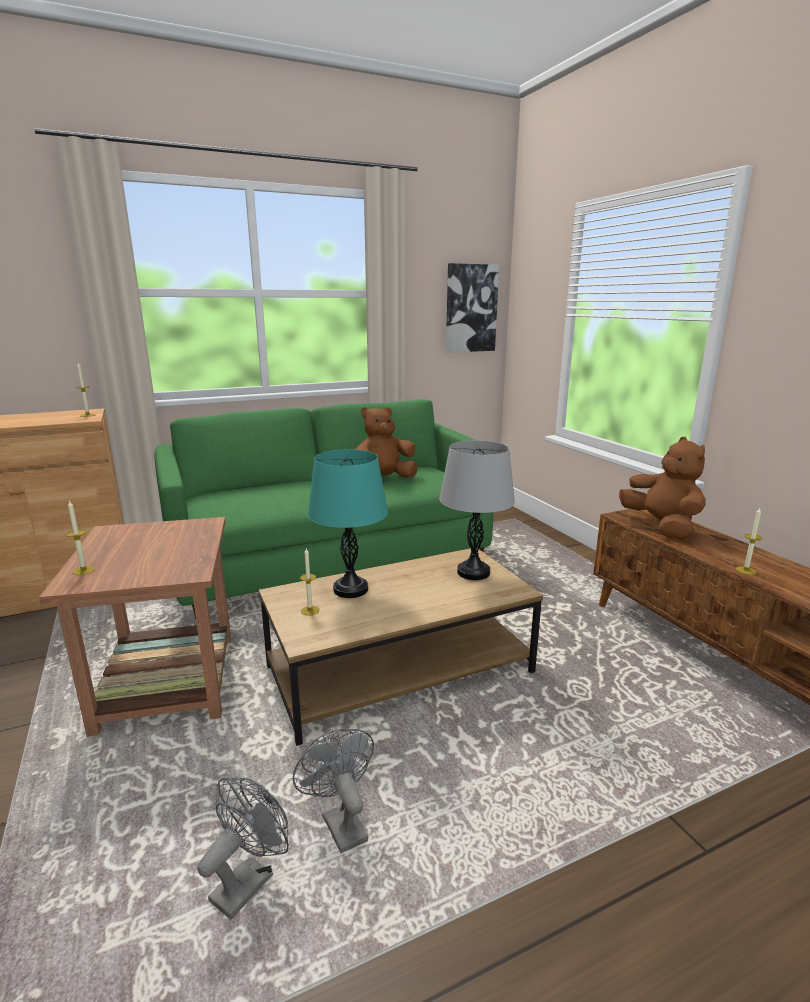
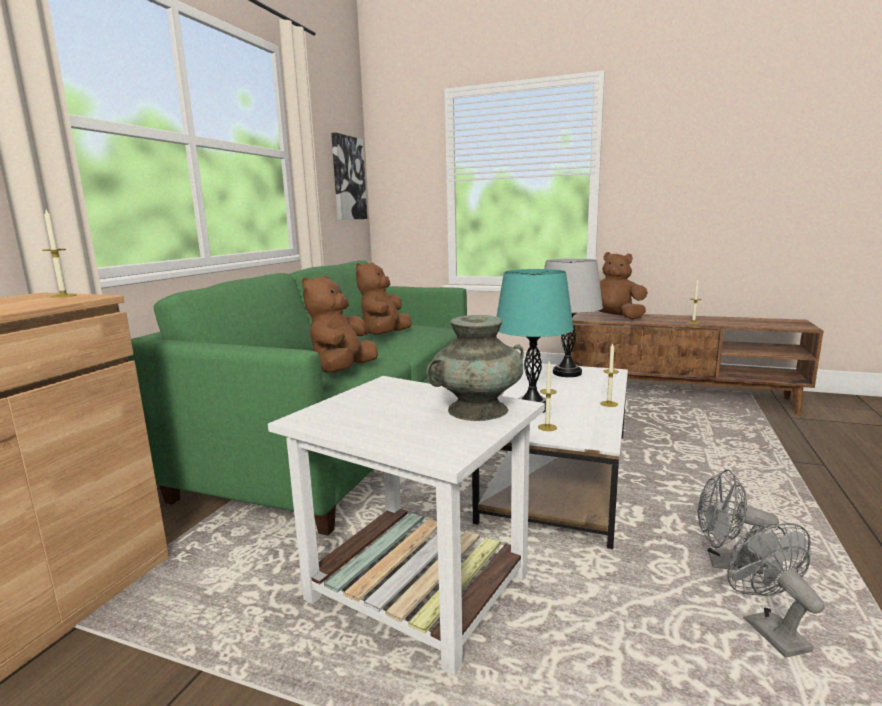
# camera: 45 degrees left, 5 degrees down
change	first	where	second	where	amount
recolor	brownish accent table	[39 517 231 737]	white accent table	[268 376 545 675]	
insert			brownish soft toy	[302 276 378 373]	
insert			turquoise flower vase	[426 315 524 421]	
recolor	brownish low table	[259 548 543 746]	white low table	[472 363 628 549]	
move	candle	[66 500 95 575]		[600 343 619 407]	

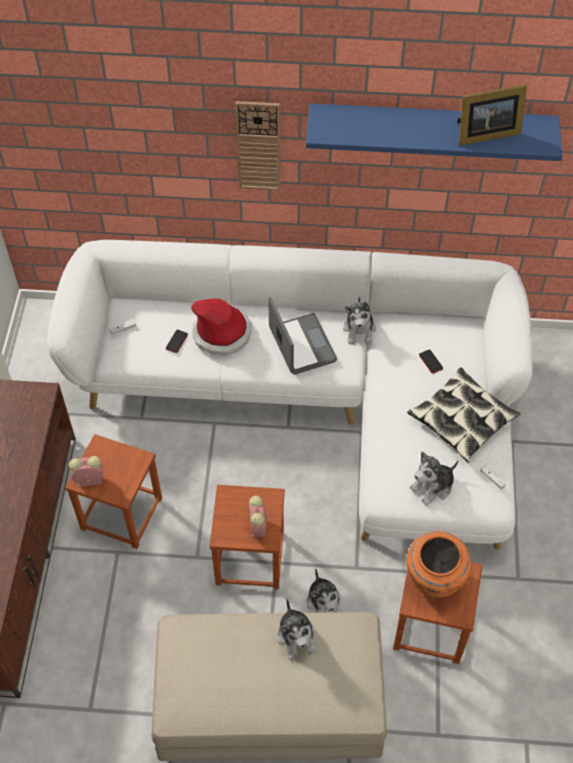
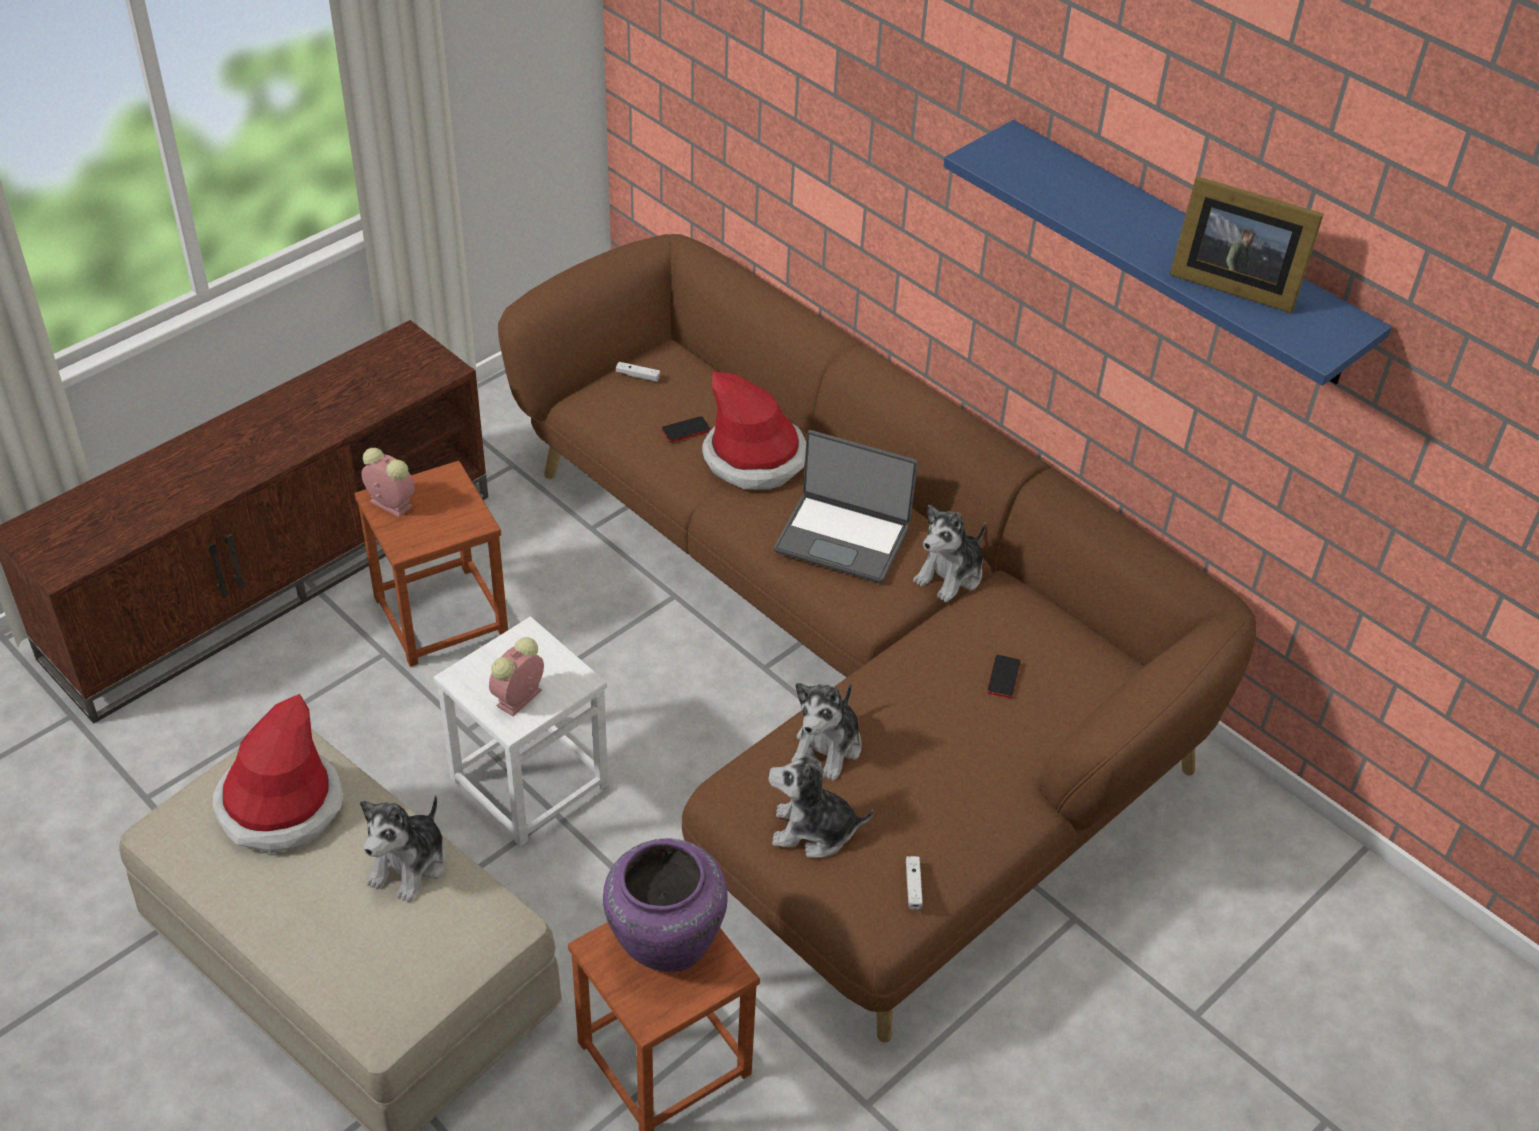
# camera: 40 degrees right, 10 degrees down
change	first	where	second	where	amount
insert			hat	[213 694 344 853]	
recolor	brownish stool seat	[209 485 285 589]	white stool seat	[433 616 608 846]	
recolor	white sofa	[47 240 533 550]	brownish sofa	[498 234 1256 1042]	
recolor	orange flower vase	[406 531 471 598]	purple flower vase	[603 838 728 972]	
rotate	portable computer	[268 297 337 375]		[774 430 918 583]	90 degrees clockwise
move	soft toy	[307 568 342 613]		[791 682 862 781]	
delete	clock on the wall	[235 101 280 190]			
delete	cushion	[407 367 521 463]			

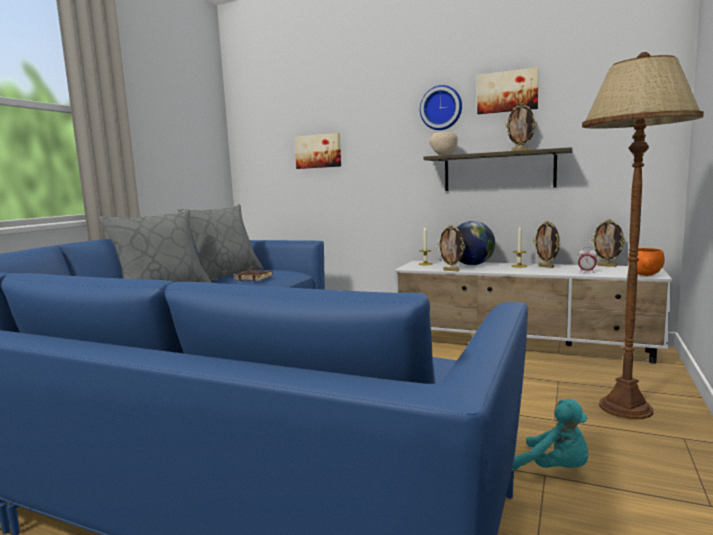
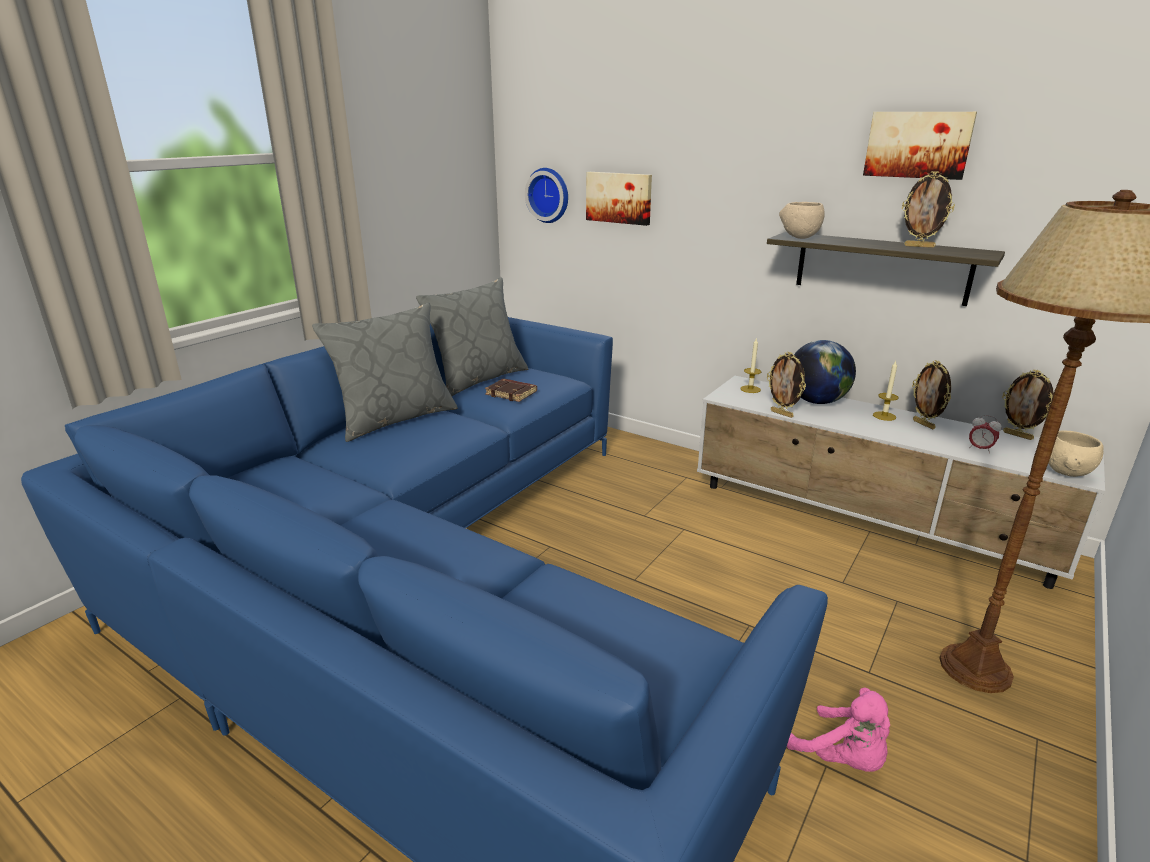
# camera: 10 degrees right, 15 degrees up
change	first	where	second	where	amount
move	clock on the wall	[420 85 462 130]		[525 168 568 223]	
recolor	turquoise soft toy	[512 399 589 470]	pinkish soft toy	[787 687 890 772]	
recolor	orange bowl	[628 248 665 276]	beige bowl	[1048 431 1104 477]	

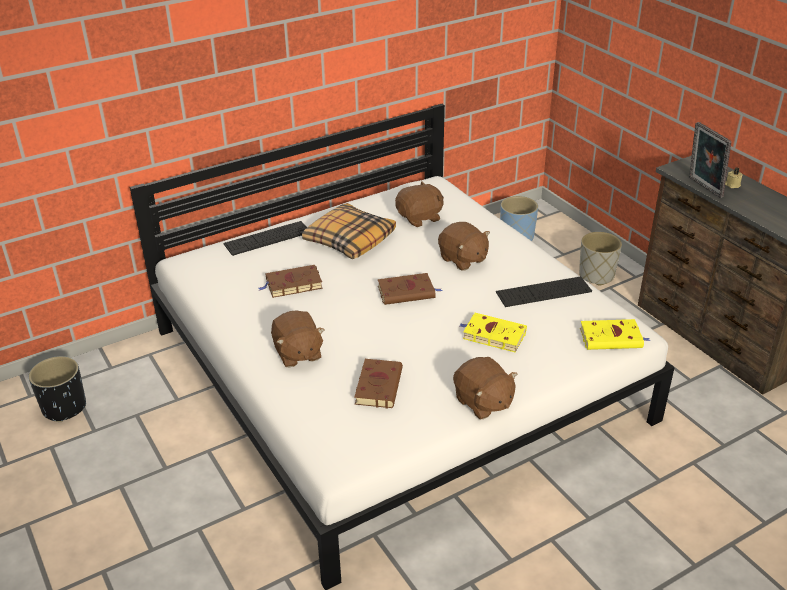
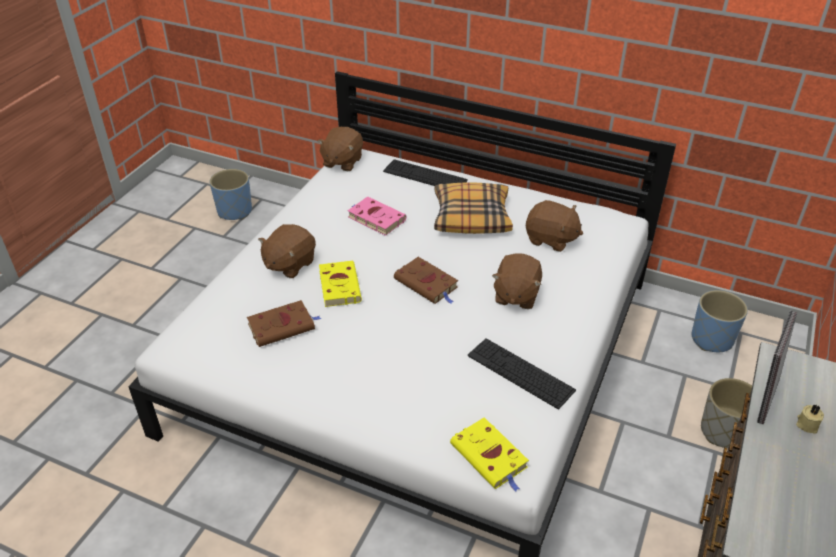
# camera: 55 degrees right, 5 degrees up
change	first	where	second	where	amount
recolor	black-coloured flower pot	[29 356 86 422]	bluish flower pot	[210 169 252 220]	
move	brownish soft toy	[453 357 517 419]		[317 127 363 171]	
move	yellow-coloured volume	[460 313 527 353]		[319 261 362 307]	
recolor	brownish volume	[259 265 323 298]	pinkish volume	[347 197 406 236]	

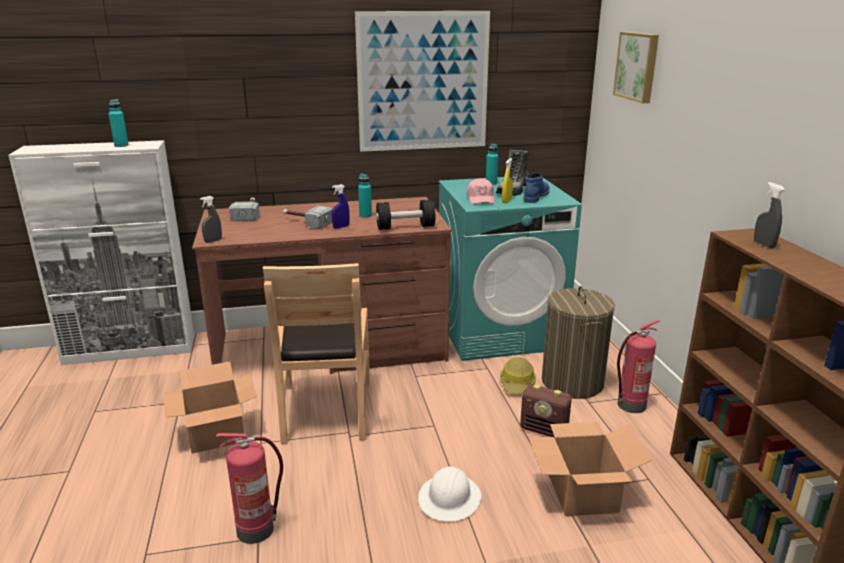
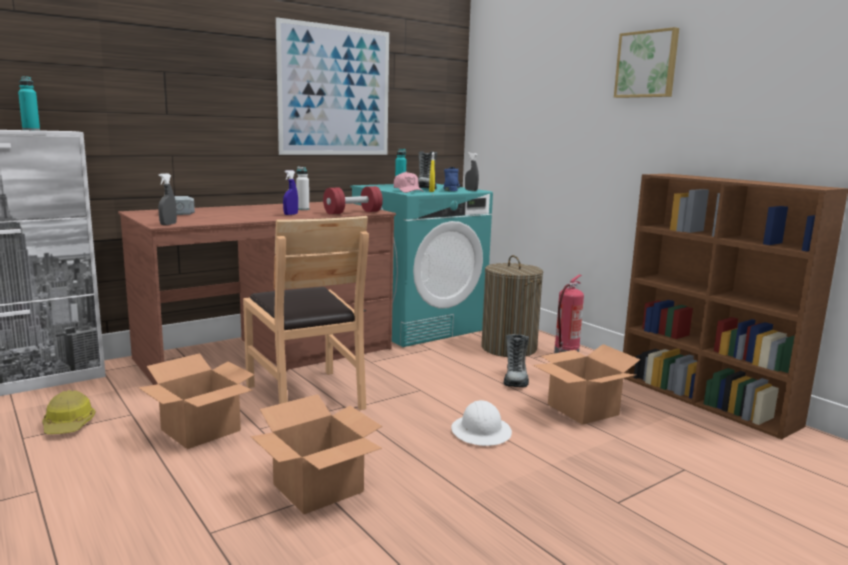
# camera: 25 degrees left, 10 degrees down
change	first	where	second	where	amount
move	safety helmet	[500 357 536 394]		[42 390 96 434]	
replace	extinguisher	[216 433 283 544]	carton	[251 394 382 514]	
recolor	turquoise beverage bottle	[358 174 372 218]	white beverage bottle	[296 167 309 210]	
recolor	black-coloured dumbbell	[376 200 435 230]	reddish dumbbell	[323 186 383 214]	
move	greyish spray bottle	[754 182 785 248]		[465 152 479 191]	
replace	radio	[520 384 572 437]	boot	[504 334 529 387]	
move	wall art	[613 32 659 103]		[614 27 679 98]	
delete	hammer	[283 206 332 229]			

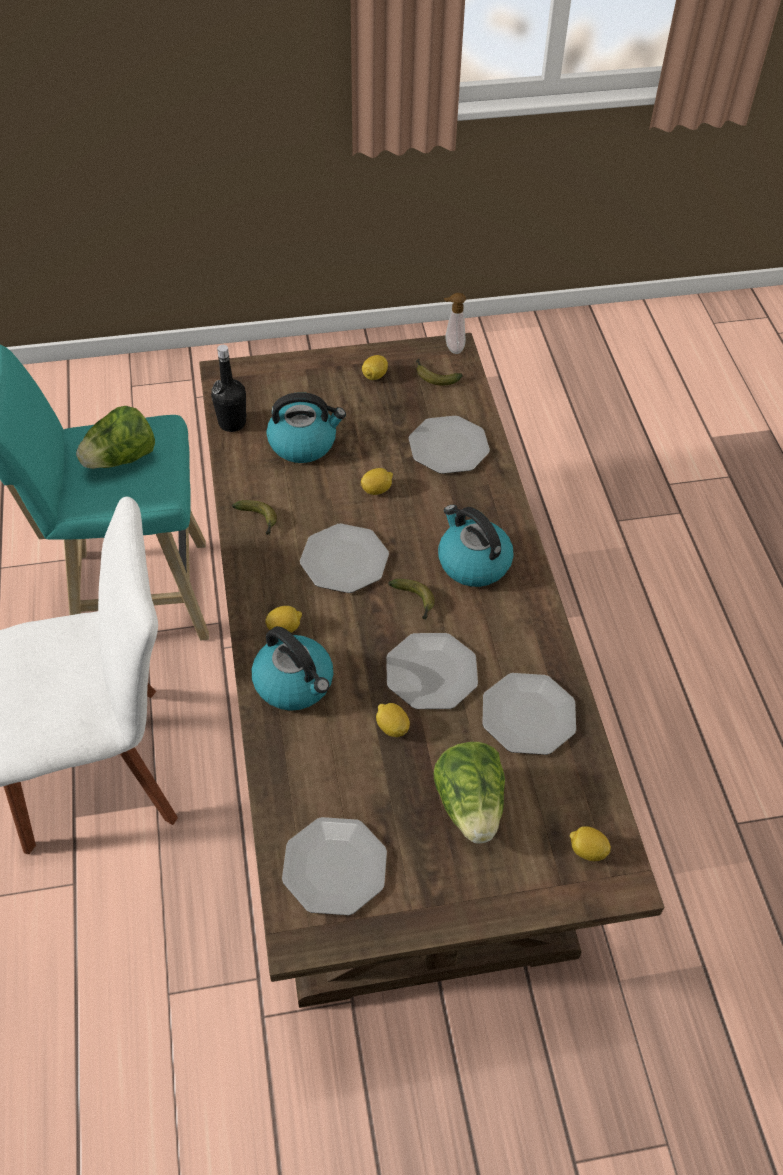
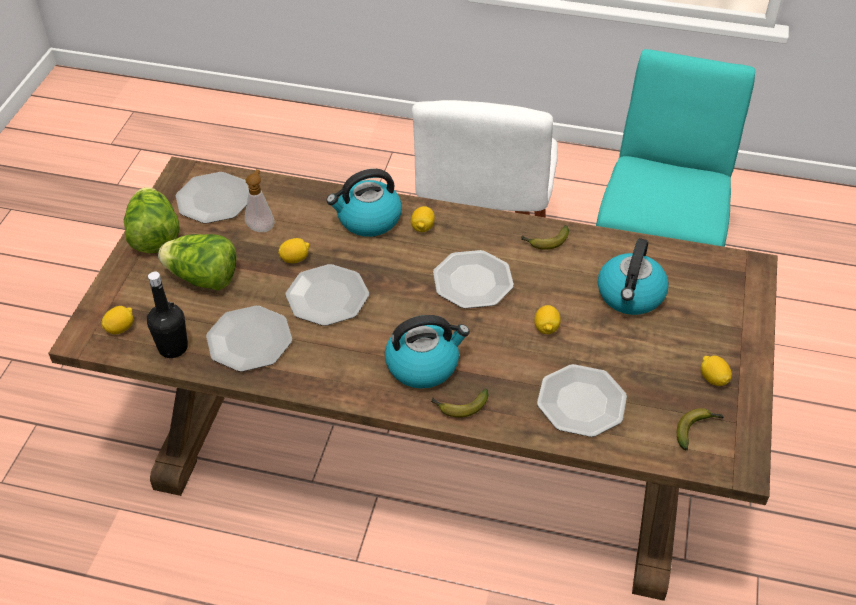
# camera: 115 degrees right, 5 degrees down
change	first	where	second	where	amount
move	head of lettuce	[76 406 155 469]		[124 187 180 253]	
move	black-coloured beverage bottle	[211 345 246 432]		[147 272 188 358]	
move	soap bottle	[444 293 466 354]		[245 169 274 232]	
move	banana	[388 579 435 620]		[430 389 488 417]	

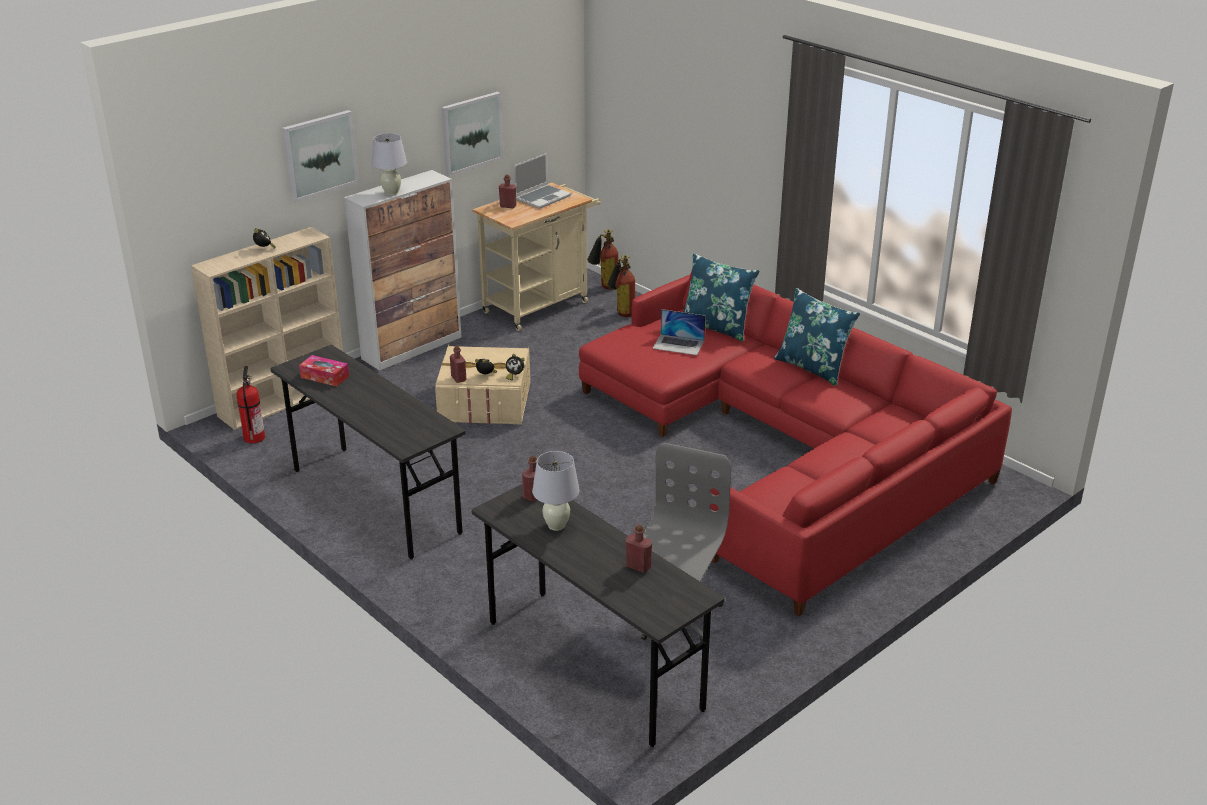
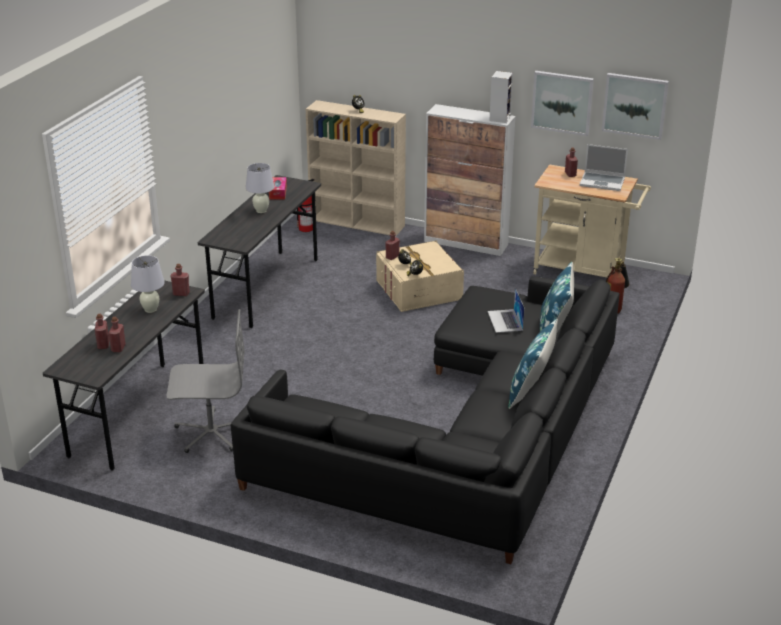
# camera: 65 degrees right, 0 degrees up
change	first	where	second	where	amount
insert			reddish beverage bottle	[95 314 109 349]	
recolor	reddish sofa	[579 271 1012 616]	black-coloured sofa	[231 276 619 564]	
move	white lamp for a table	[372 133 407 195]		[246 163 274 213]	
insert			audio speaker	[489 71 513 123]	
move	wall art	[283 110 359 202]		[602 73 669 140]	
delete	extinguisher	[587 229 618 290]			

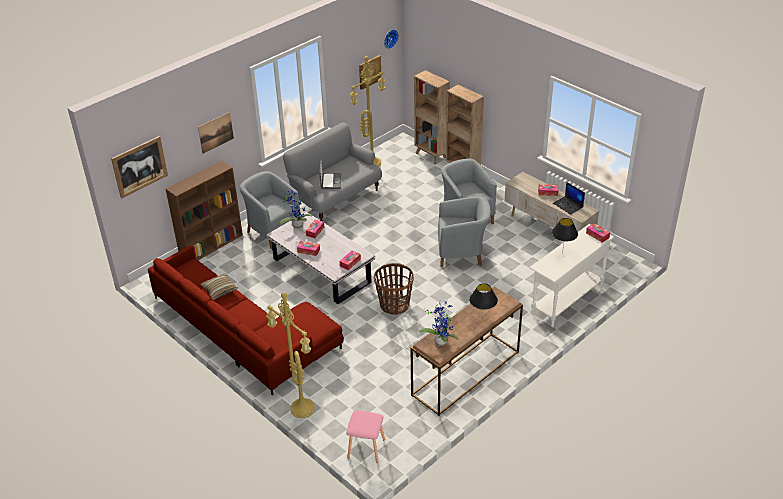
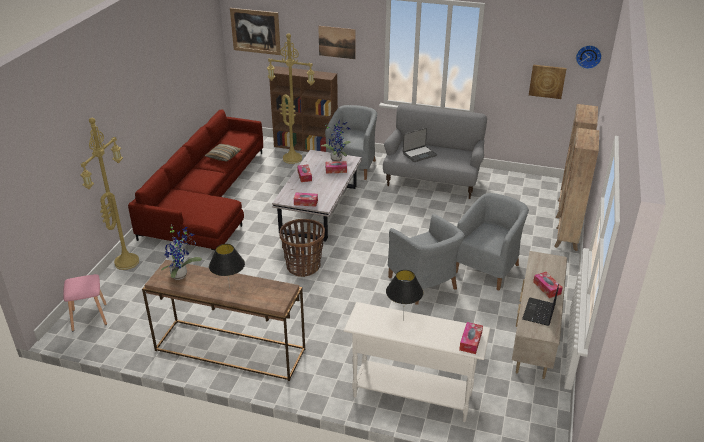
# camera: 60 degrees right, 5 degrees down
change	first	where	second	where	amount
move	yellow-coloured standard lamp	[350 56 385 167]		[267 33 315 164]	

